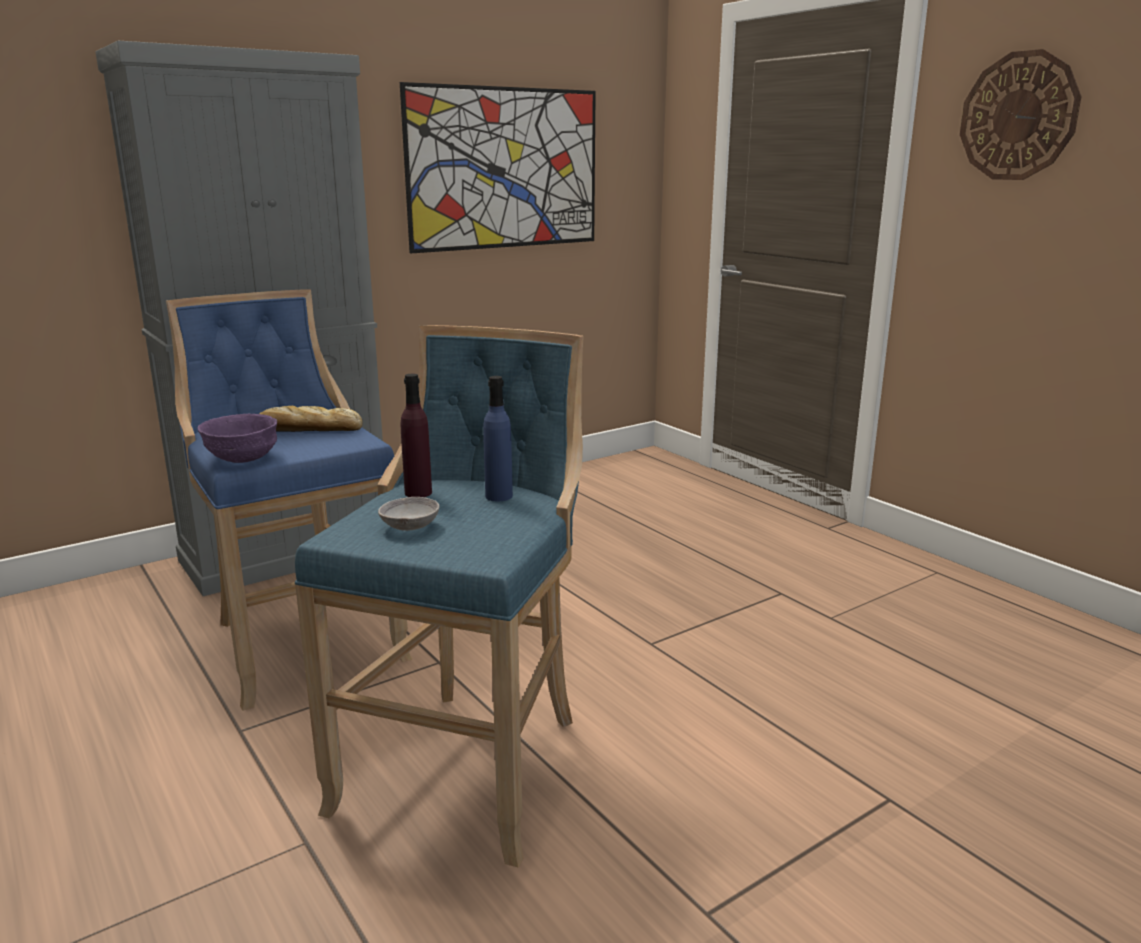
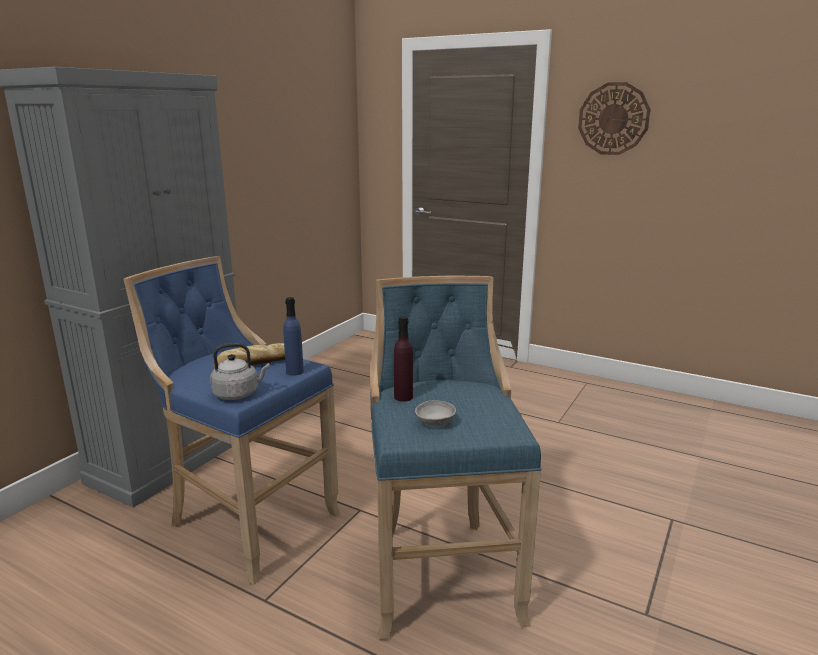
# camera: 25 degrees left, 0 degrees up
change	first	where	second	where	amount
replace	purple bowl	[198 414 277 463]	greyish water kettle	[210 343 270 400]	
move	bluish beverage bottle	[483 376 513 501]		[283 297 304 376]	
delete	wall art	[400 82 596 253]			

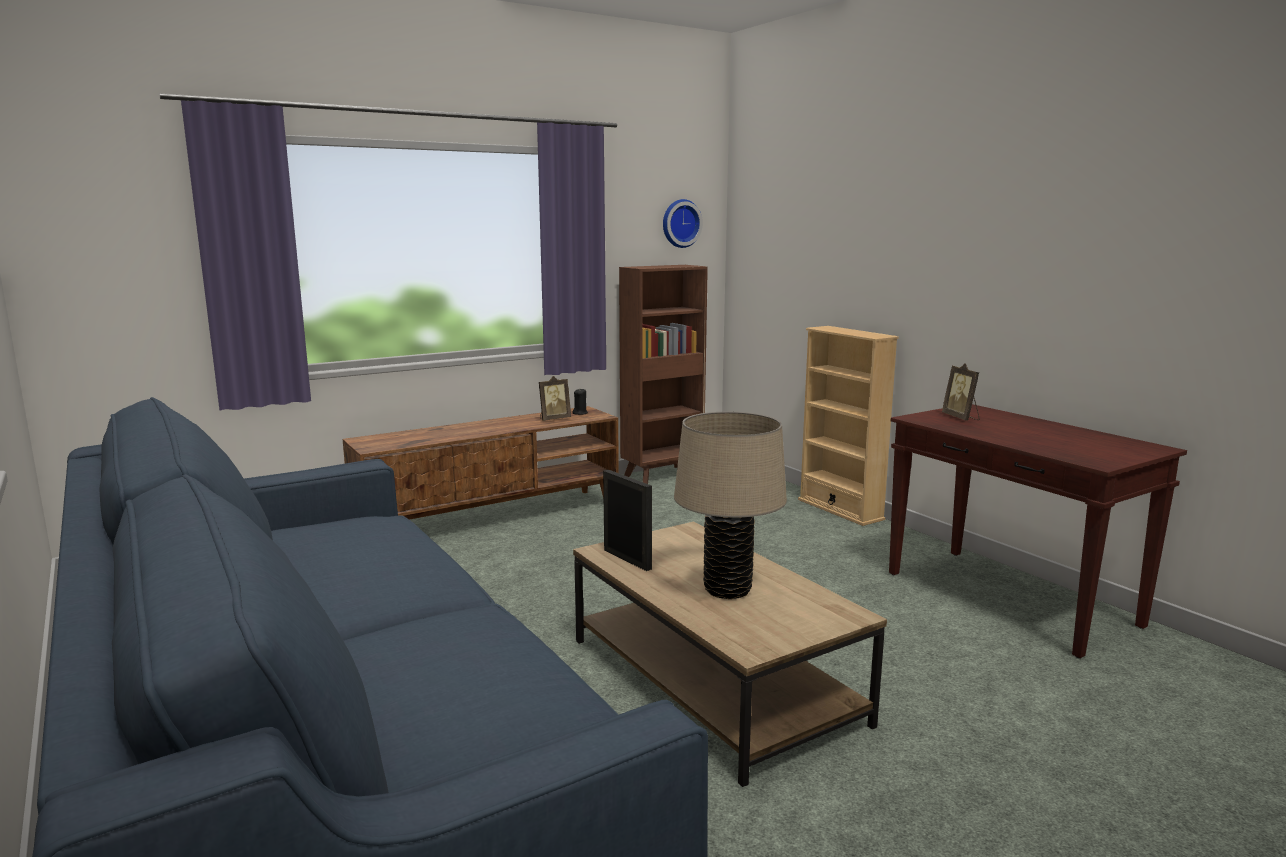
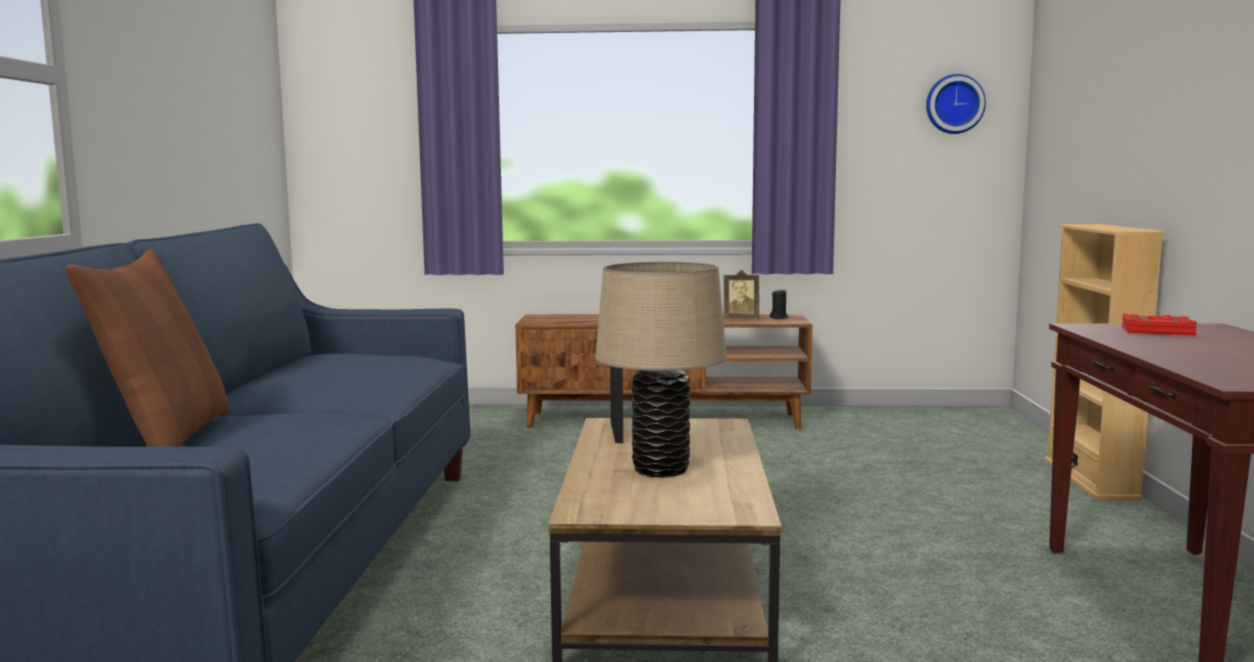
# camera: 35 degrees right, 5 degrees down
change	first	where	second	where	amount
insert			brownish cushion	[65 249 229 447]	
replace	picture frame	[942 363 980 421]	reddish volume	[1122 314 1197 336]	
delete	brownish shelving unit	[619 265 708 484]			

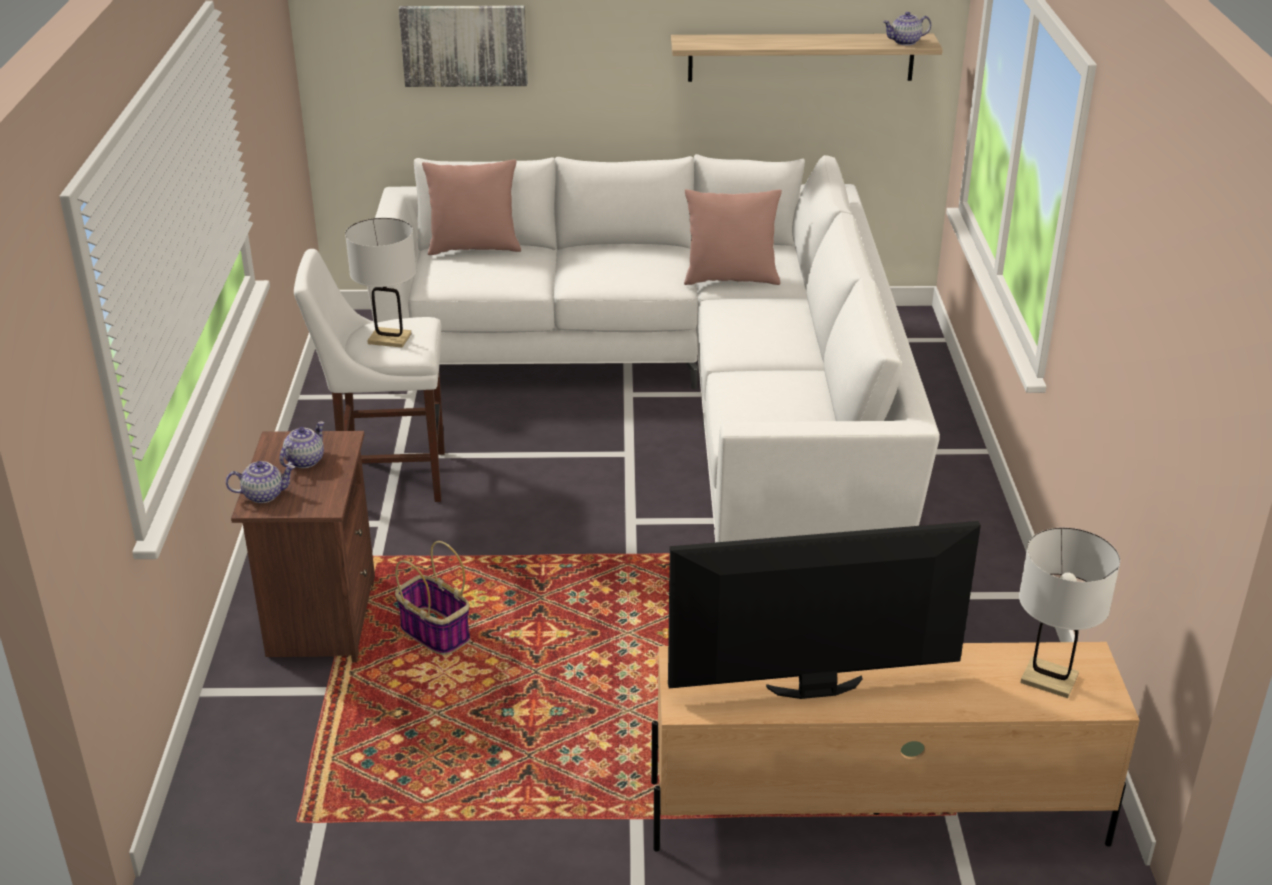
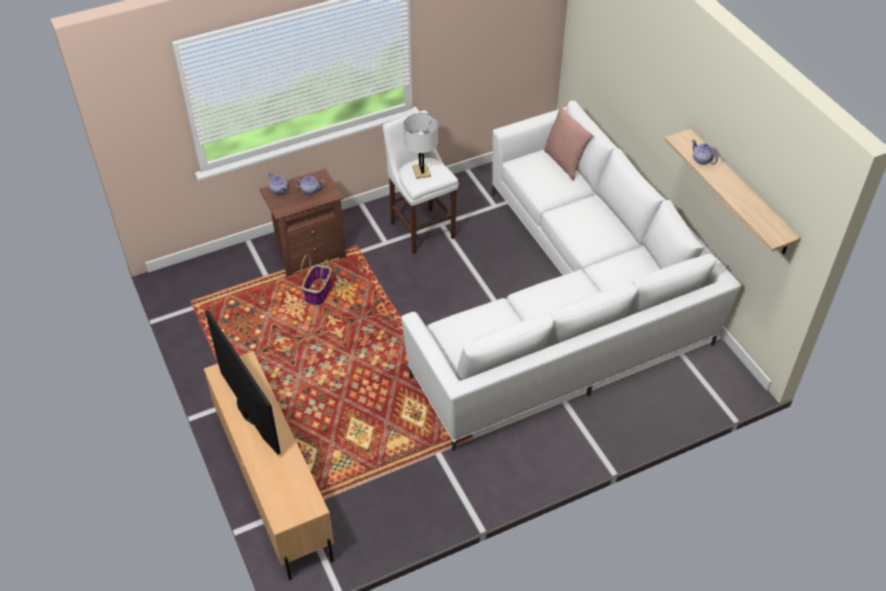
# camera: 65 degrees right, 15 degrees up
change	first	where	second	where	amount
move	teapot	[883 12 931 46]		[692 140 718 165]	
delete	wall art	[398 5 528 87]			
delete	pinkish cushion	[684 189 782 285]			
delete	white lamp for a table	[1019 528 1120 698]			

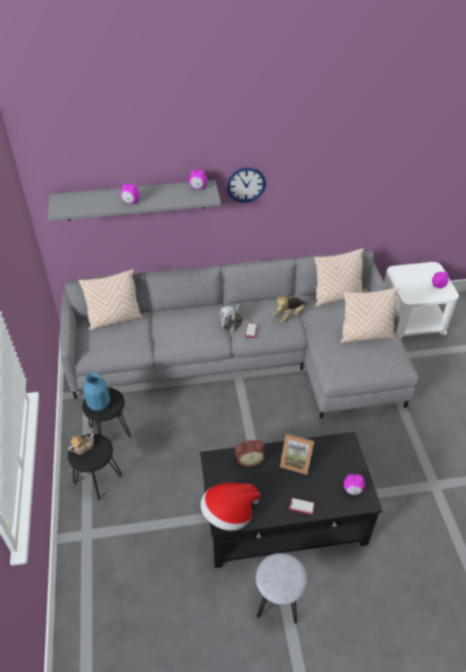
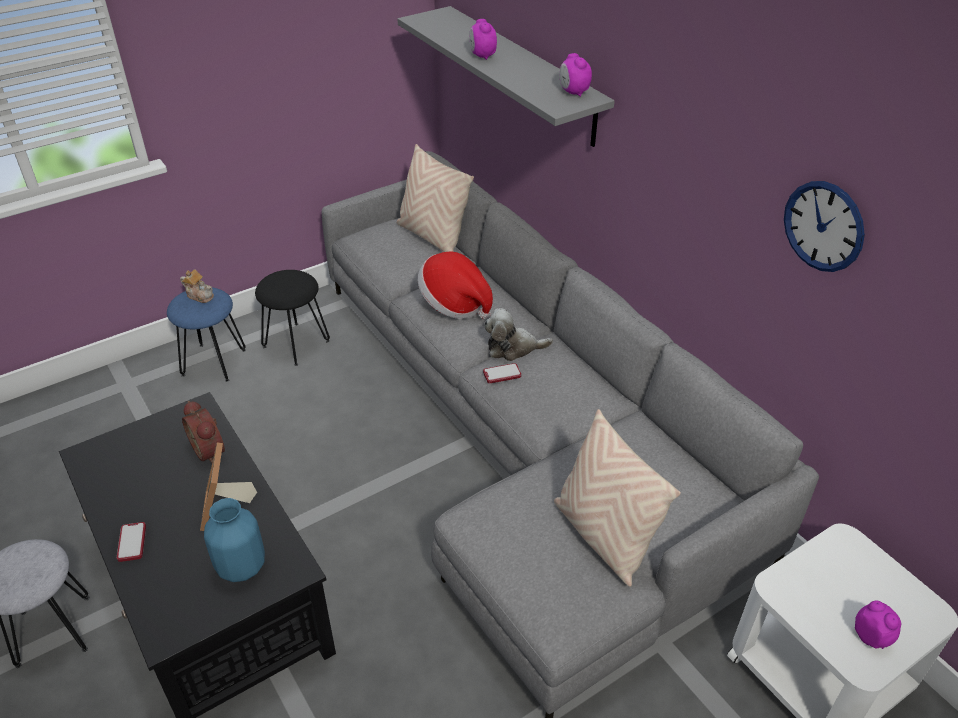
# camera: 65 degrees right, 5 degrees down
change	first	where	second	where	amount
recolor	black-coloured stool seat	[68 434 122 500]	bluish stool seat	[167 287 246 382]	
move	bluish flower vase	[83 373 110 411]		[204 498 265 582]	
move	hat	[200 483 260 531]		[418 251 493 319]	
move	clock on the wall	[227 168 266 203]		[784 181 865 272]	
delete	soft toy	[273 297 307 323]			
delete	beige cushion	[314 248 364 307]			
delete	alarm clock	[344 474 365 495]			

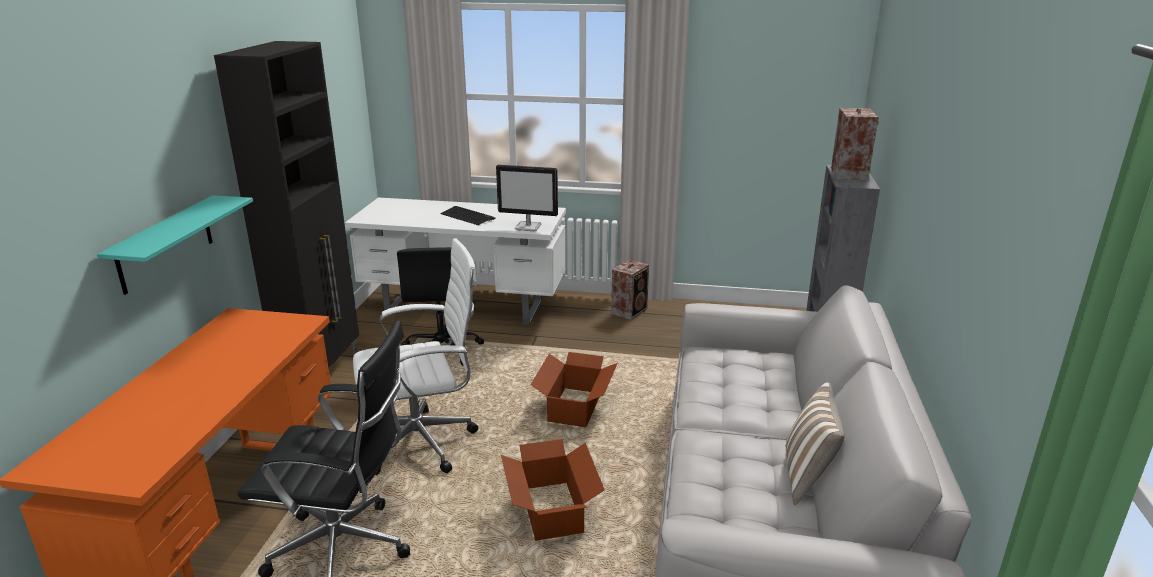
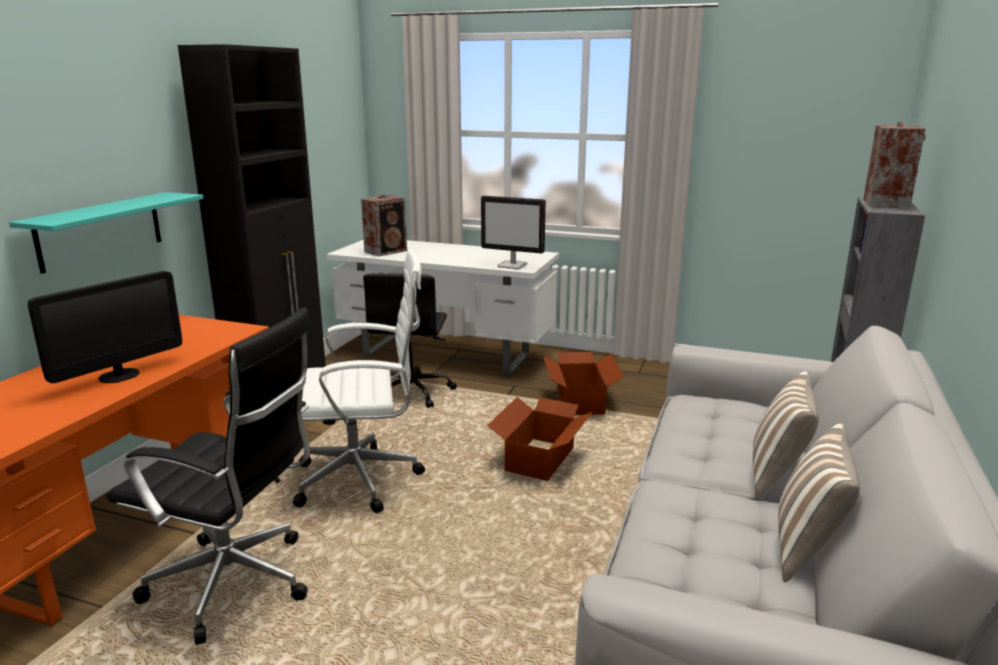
# camera: 10 degrees right, 5 degrees down
change	first	where	second	where	amount
insert			monitor	[28 271 182 383]	
move	audio speaker	[611 260 649 320]		[361 195 407 256]	
move	carton	[501 439 605 541]		[543 352 624 415]	
insert			cushion	[753 371 819 500]	
delete	computer keyboard	[440 206 496 225]			

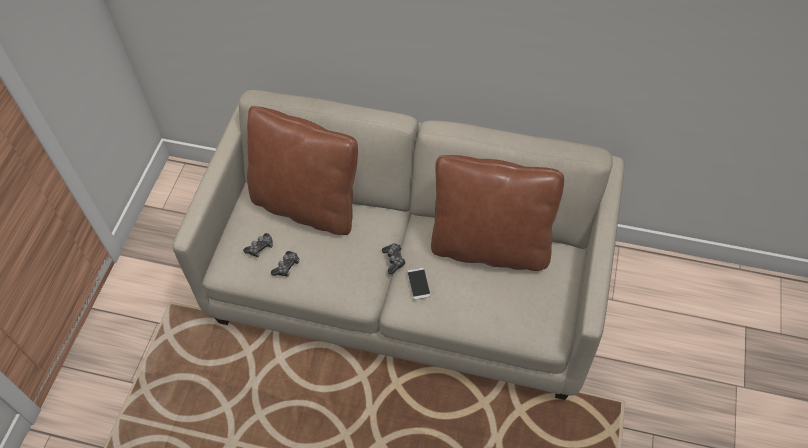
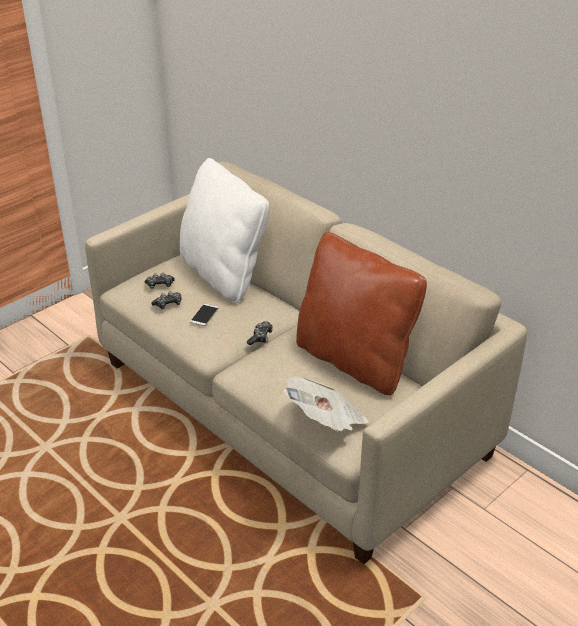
# camera: 30 degrees right, 20 degrees down
change	first	where	second	where	amount
recolor	brownish cushion	[247 106 358 235]	white cushion	[180 158 269 303]	
move	handset	[407 267 431 300]		[190 304 219 326]	
insert			printed paper	[283 375 369 432]	

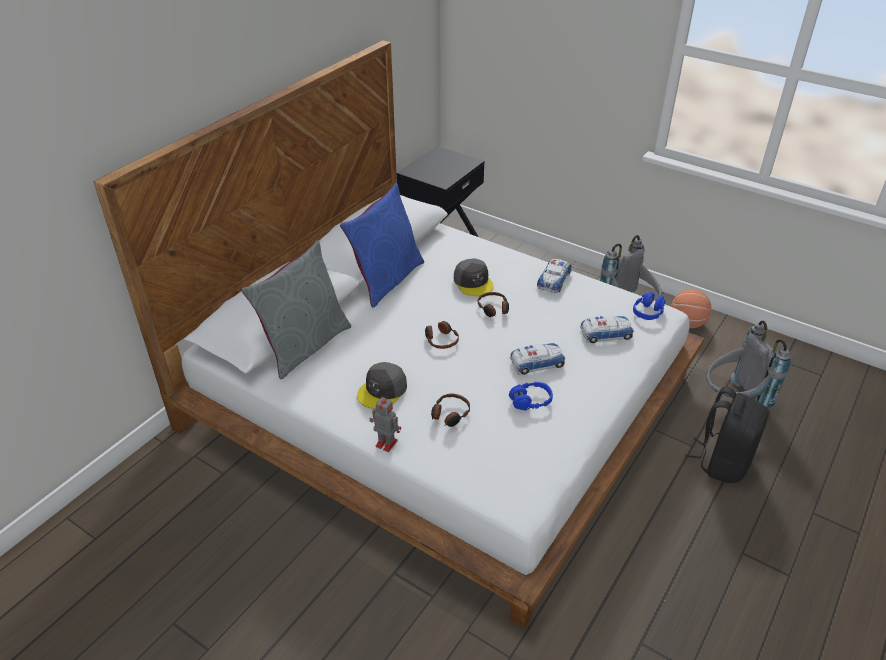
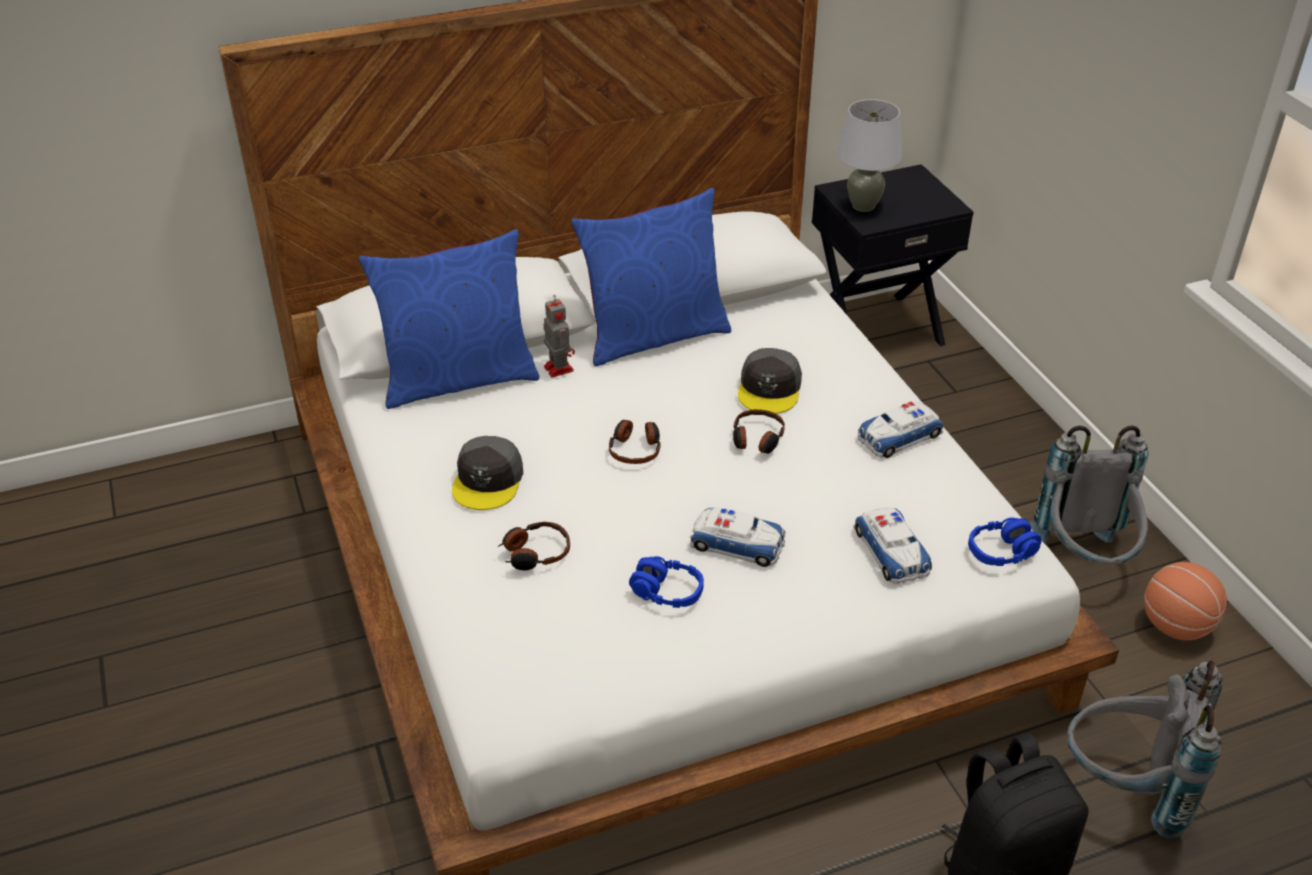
# camera: 35 degrees right, 0 degrees up
change	first	where	second	where	amount
recolor	greyish cushion	[241 240 351 379]	bluish cushion	[359 229 539 409]	
rotate	greyish peaked cap	[357 362 407 409]		[452 436 523 510]	60 degrees counterclockwise
move	robot figure	[369 396 401 452]		[543 296 575 378]	
insert			greyish lamp for a table	[837 99 902 212]	
rotate	toy car	[580 316 634 343]		[854 507 932 584]	45 degrees clockwise

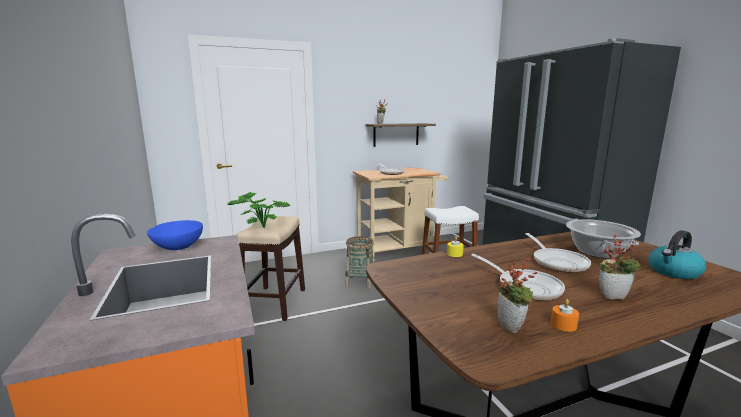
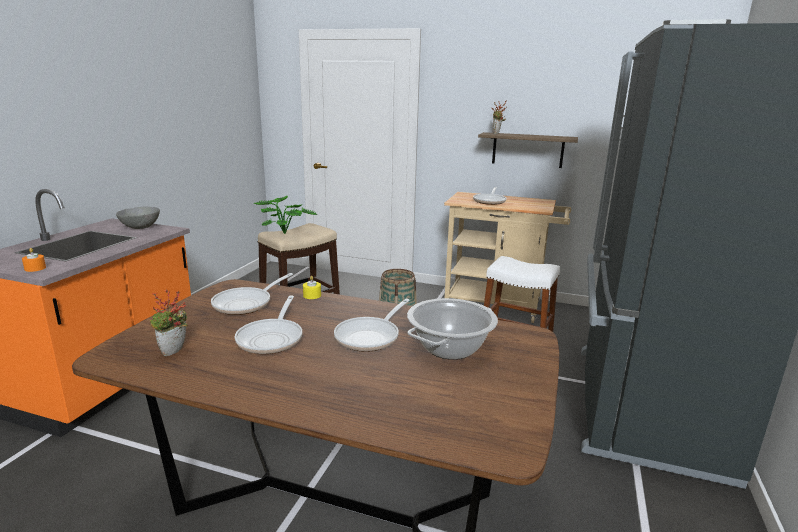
# camera: 40 degrees right, 5 degrees up
change	first	where	second	where	amount
move	orange candle	[551 299 579 332]		[22 248 46 272]	
recolor	bluish bowl	[147 220 203 250]	greyish bowl	[116 207 160 229]	
insert			pan	[211 273 293 315]	
delete	houseplant	[599 234 641 300]			
delete	water kettle	[648 230 706 279]			

